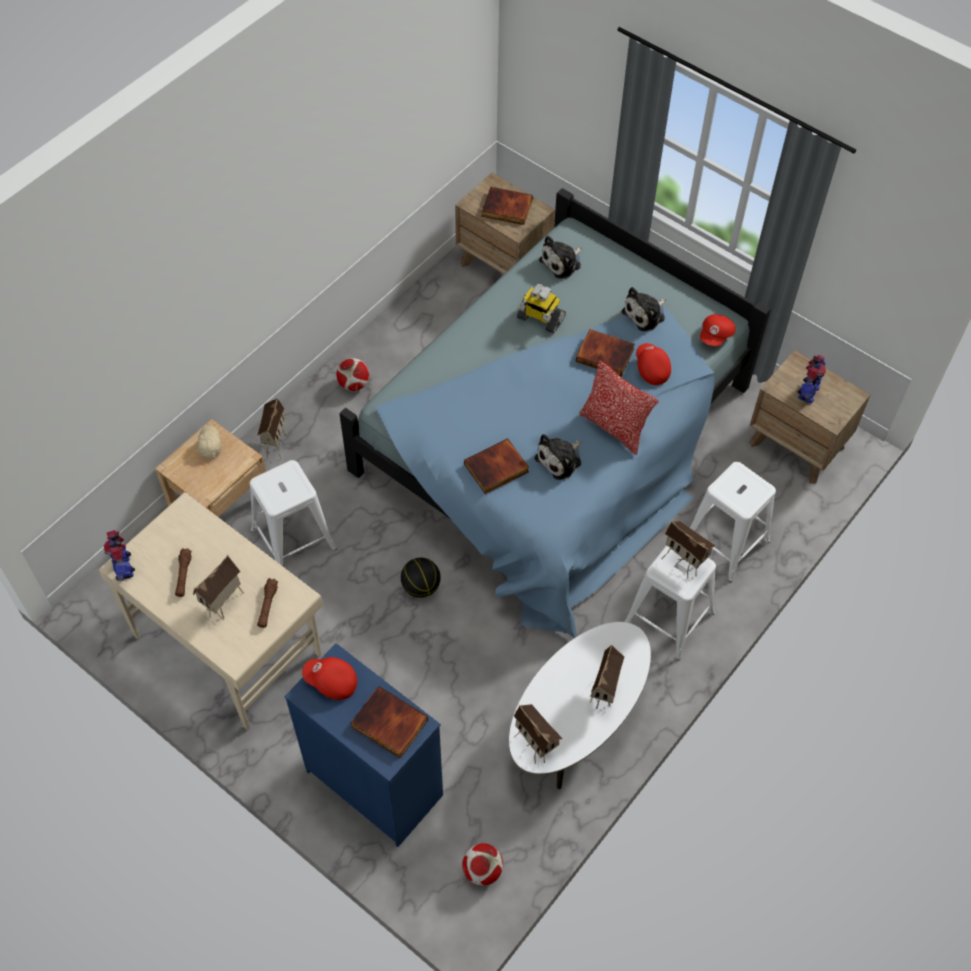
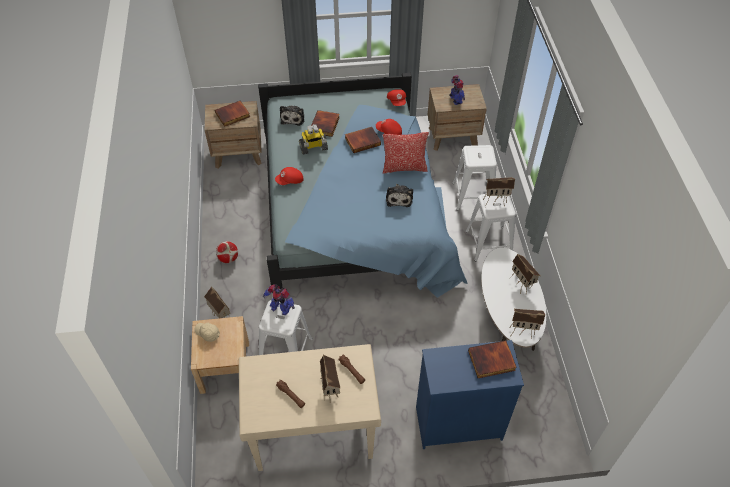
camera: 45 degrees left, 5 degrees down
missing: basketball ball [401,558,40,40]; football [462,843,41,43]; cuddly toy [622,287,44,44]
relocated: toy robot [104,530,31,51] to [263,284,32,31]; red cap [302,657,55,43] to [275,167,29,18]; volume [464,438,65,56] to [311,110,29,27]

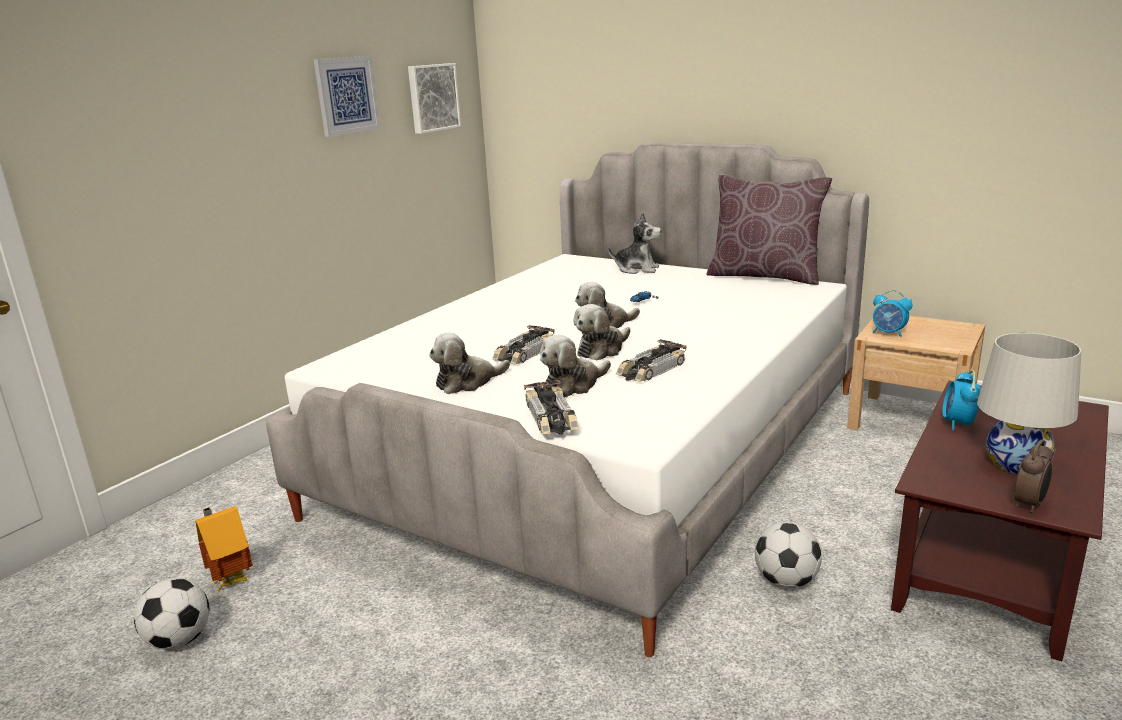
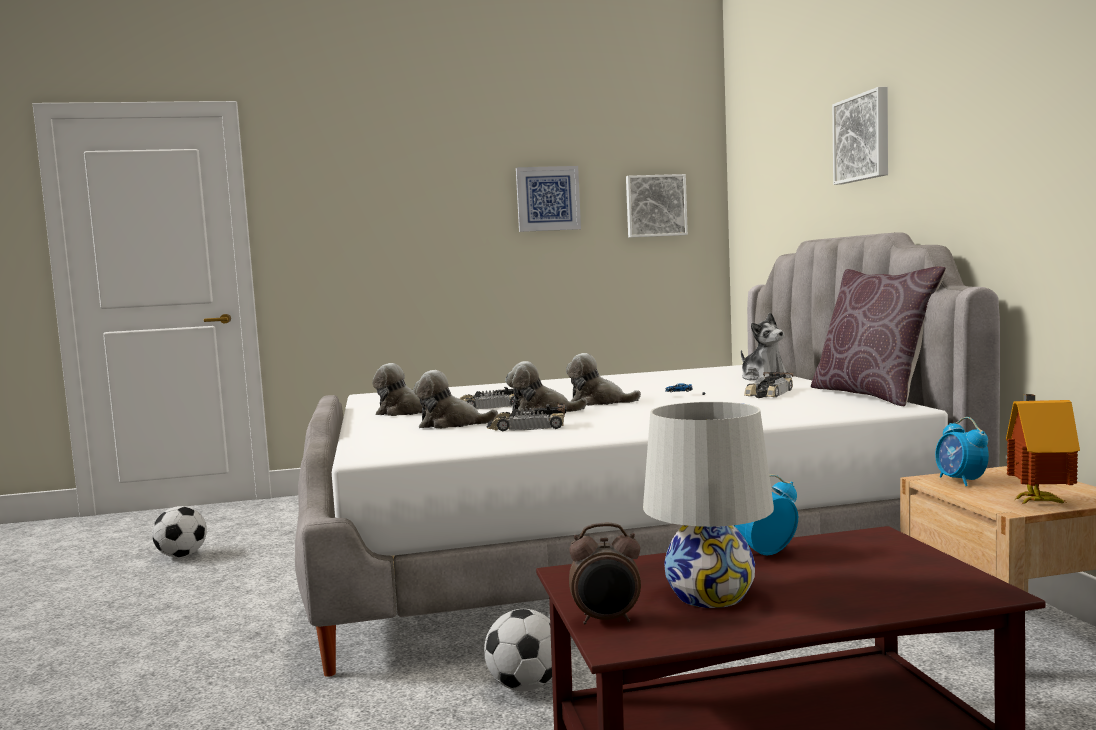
camera: 45 degrees right, 15 degrees down
appeared: wall art [832,87,56,98]
relocated: miniature car [524,380,55,55] to [744,372,49,26]; model house [195,506,58,86] to [1006,394,74,111]

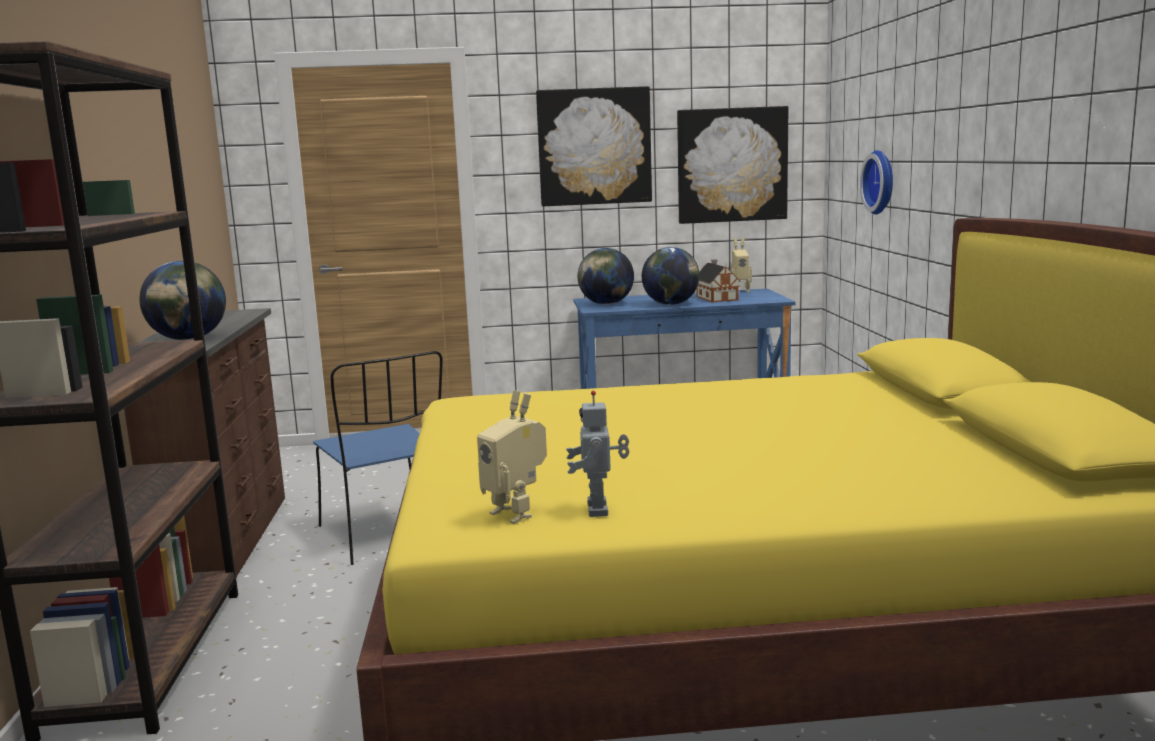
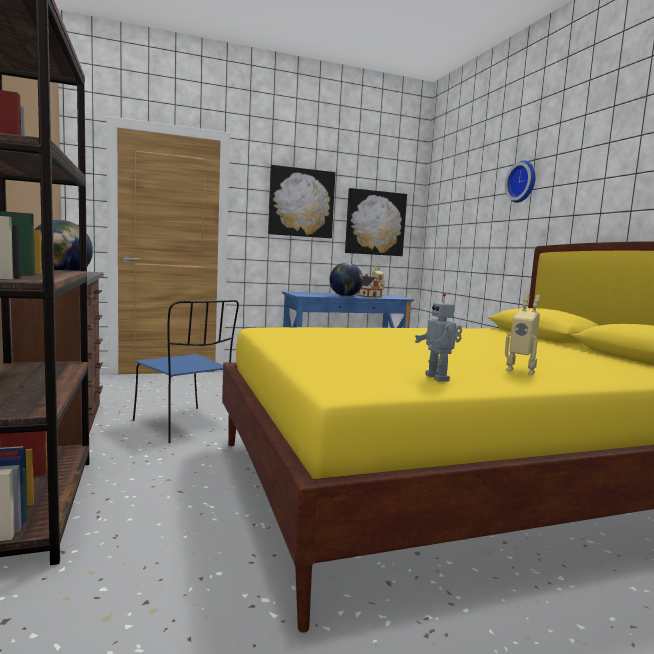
camera: 15 degrees left, 5 degrees down
missing: world globe [578,248,56,57]
relocated: clock on the wall [860,150,33,65] to [505,160,31,43]; toy robot [477,390,70,134] to [505,294,36,81]

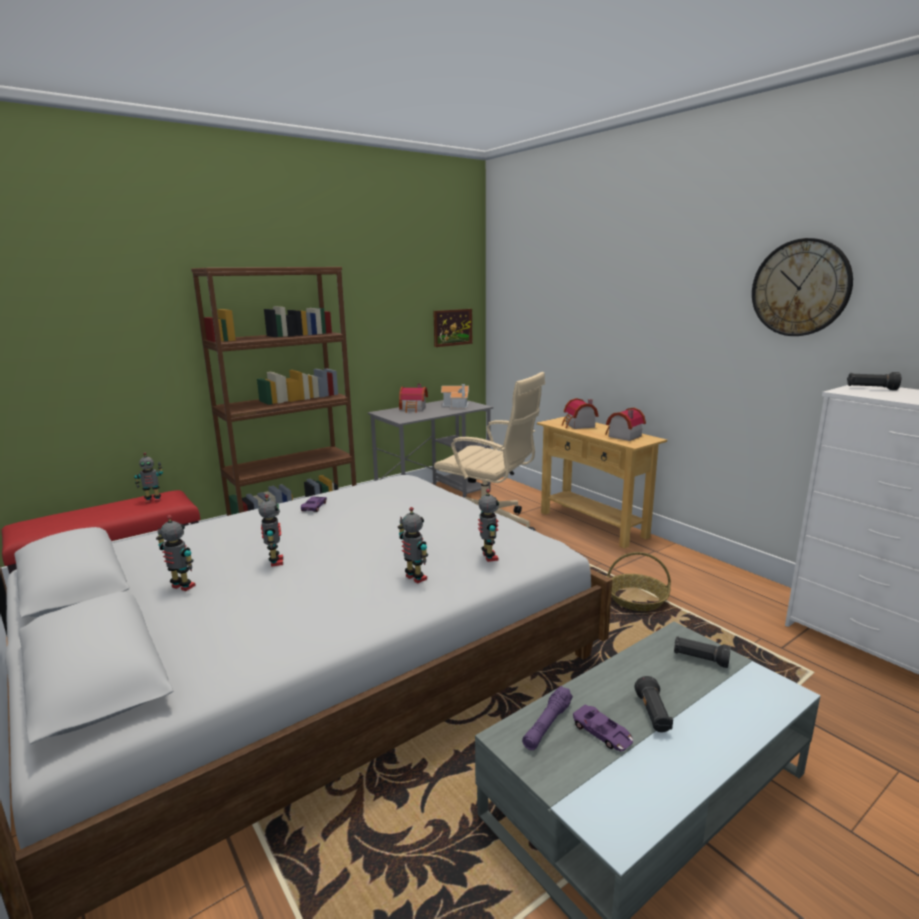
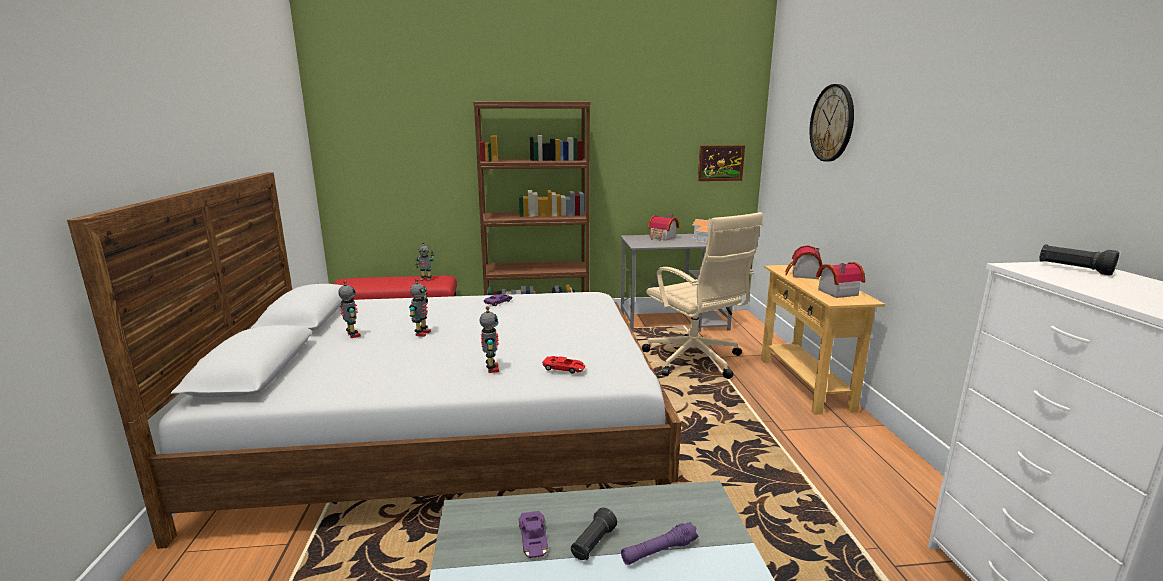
camera: 30 degrees right, 0 degrees up
missing: basket [607,552,64,59]; black flashlight [674,636,57,32]
relocated: purple-coloured flashlight [522,686,51,64] to [621,522,77,43]; clock on the wall [752,238,101,98] to [810,84,44,78]
exchanged: toy robot [478,489,21,73] to red miniature car [542,356,43,18]

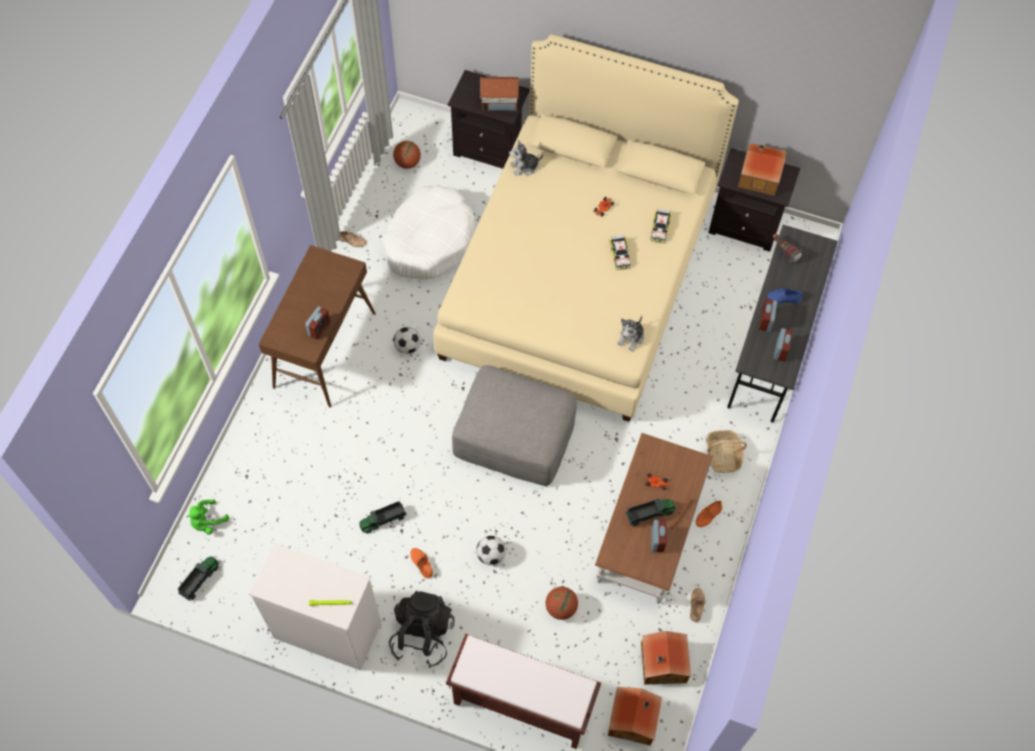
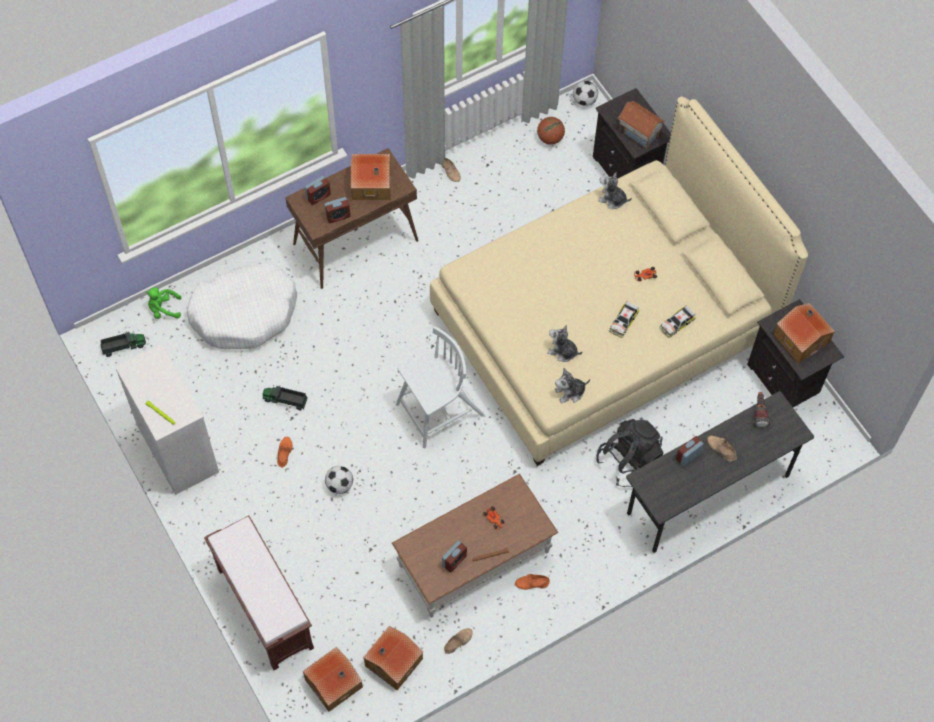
camera: 40 degrees right, 0 degrees up
missing: basketball ball [546,587,32,33]; toy lorry [626,497,49,29]; basket [707,430,40,43]
appeared: model house [351,154,40,46]; cuddly toy [547,325,36,37]
relocated: white-coloured dog bed [381,185,95,95] to [187,264,110,85]; table clock [774,328,19,33] to [305,176,26,29]; football [393,327,28,27] to [573,81,25,25]; black knapsack [389,590,66,78] to [596,419,68,68]
exchanged: greyish ottoman [452,365,125,121] to white-coloured chair [396,326,88,122]
colour: blue-coloured item of footwear [767,288,36,16] to beige-coloured item of footwear [707,436,30,26]

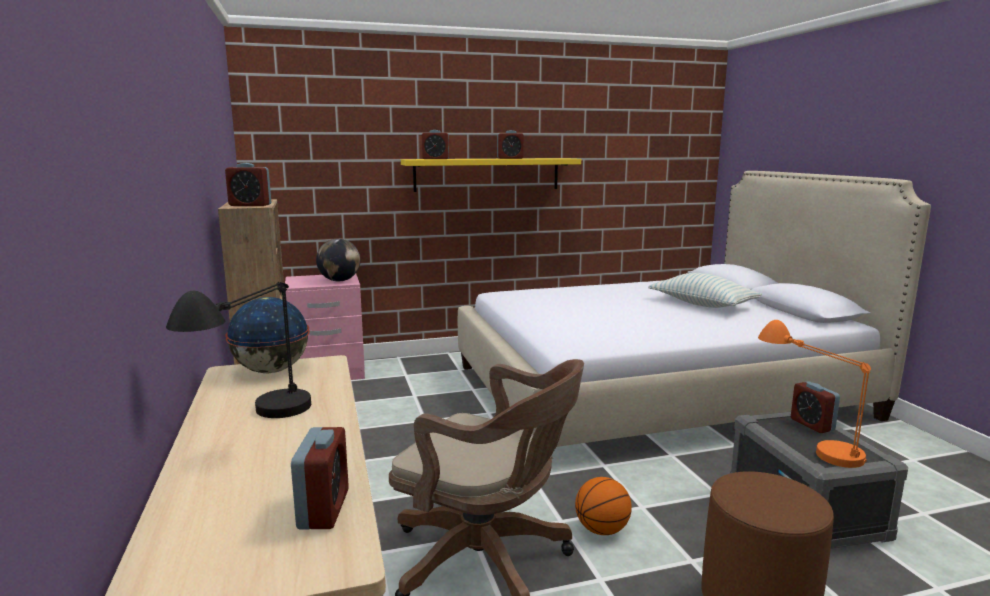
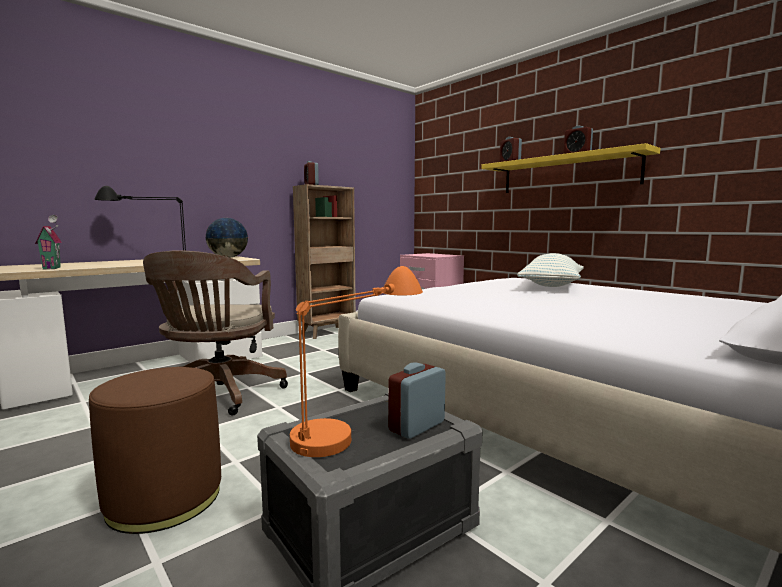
camera: 65 degrees right, 5 degrees down
missing: world globe [316,238,44,43]; basketball ball [575,477,57,58]
relocated: cushion [648,273,114,35] to [517,253,67,34]
exchanged: table clock [291,427,58,103] to model house [35,215,27,55]

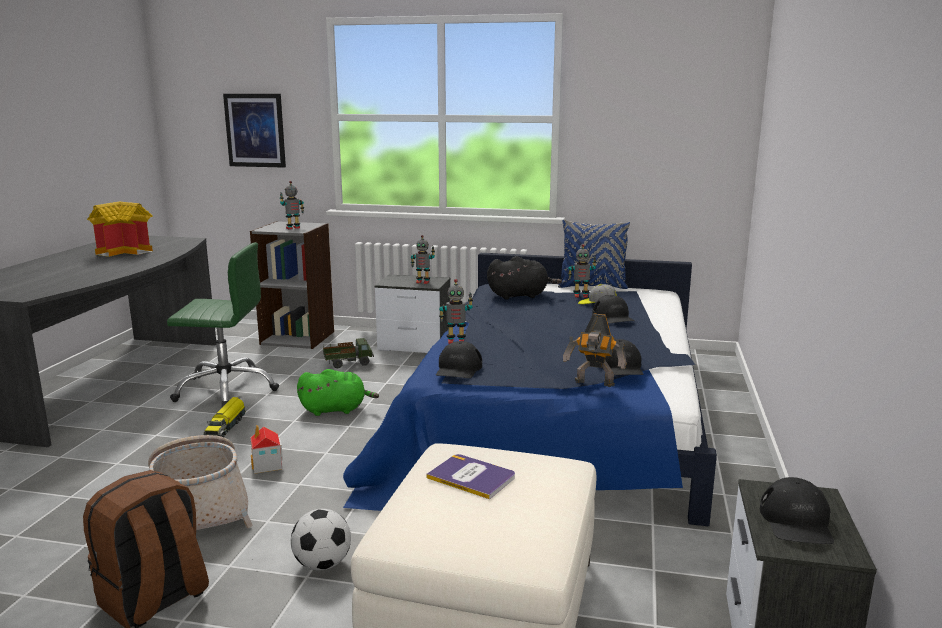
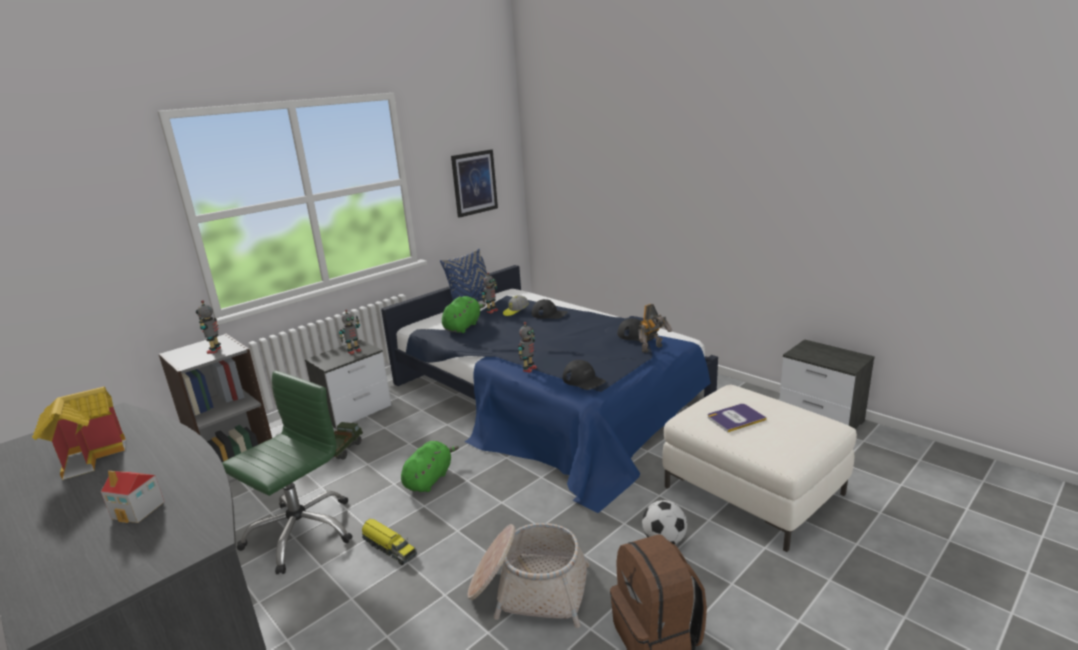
camera: 55 degrees left, 5 degrees up
missing: black cap [760,477,74,67]
relocated: model house [251,425,32,49] to [101,471,63,52]; wall art [223,94,63,74] to [451,149,47,69]
colour: black cuddly toy [487,256,75,43] to greenish cuddly toy [442,296,44,37]

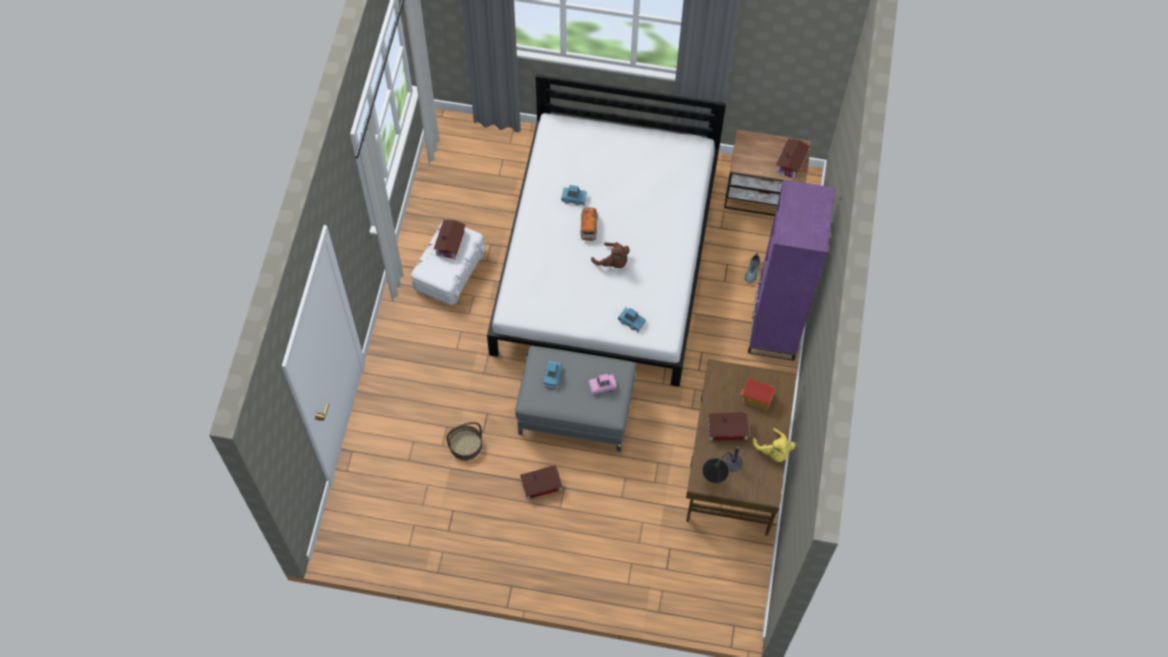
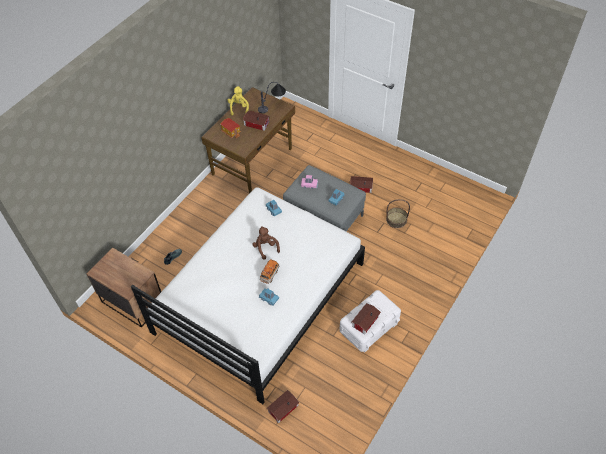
camera: 155 degrees left, 10 degrees down
missing: purple-coloured bookshelf [748,180,87,181]
relocated: model house [776,138,34,41] to [267,390,33,33]

